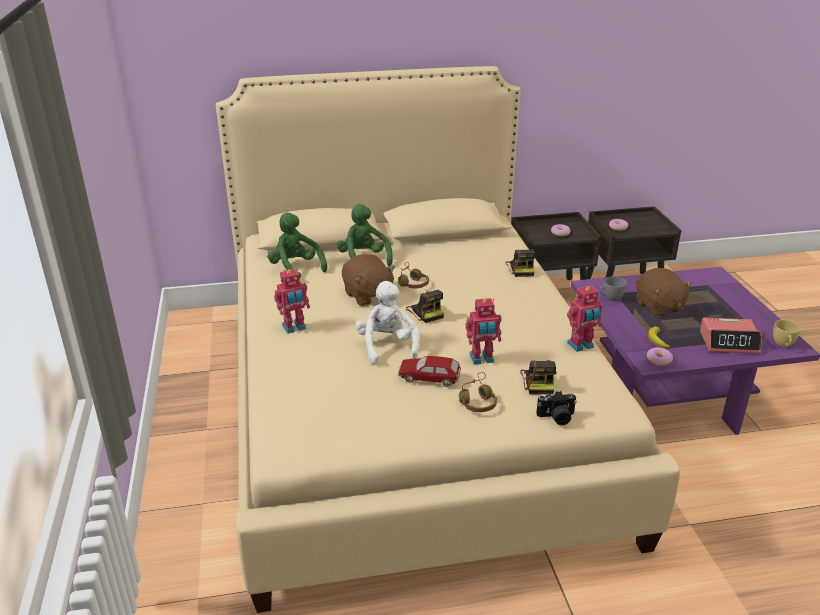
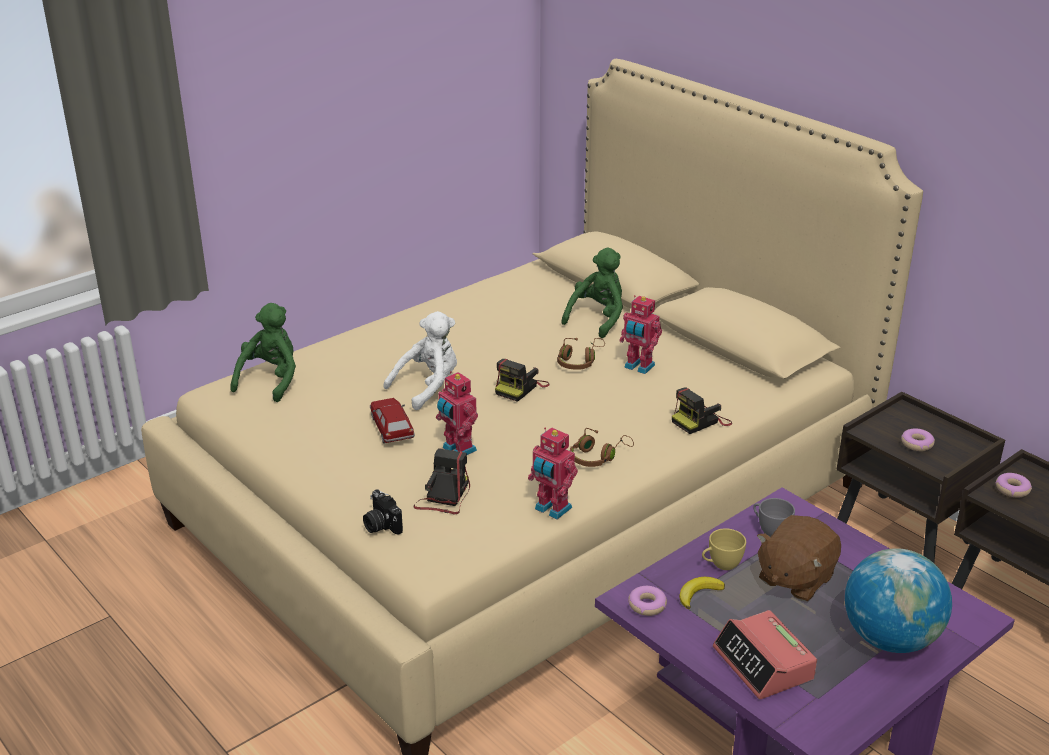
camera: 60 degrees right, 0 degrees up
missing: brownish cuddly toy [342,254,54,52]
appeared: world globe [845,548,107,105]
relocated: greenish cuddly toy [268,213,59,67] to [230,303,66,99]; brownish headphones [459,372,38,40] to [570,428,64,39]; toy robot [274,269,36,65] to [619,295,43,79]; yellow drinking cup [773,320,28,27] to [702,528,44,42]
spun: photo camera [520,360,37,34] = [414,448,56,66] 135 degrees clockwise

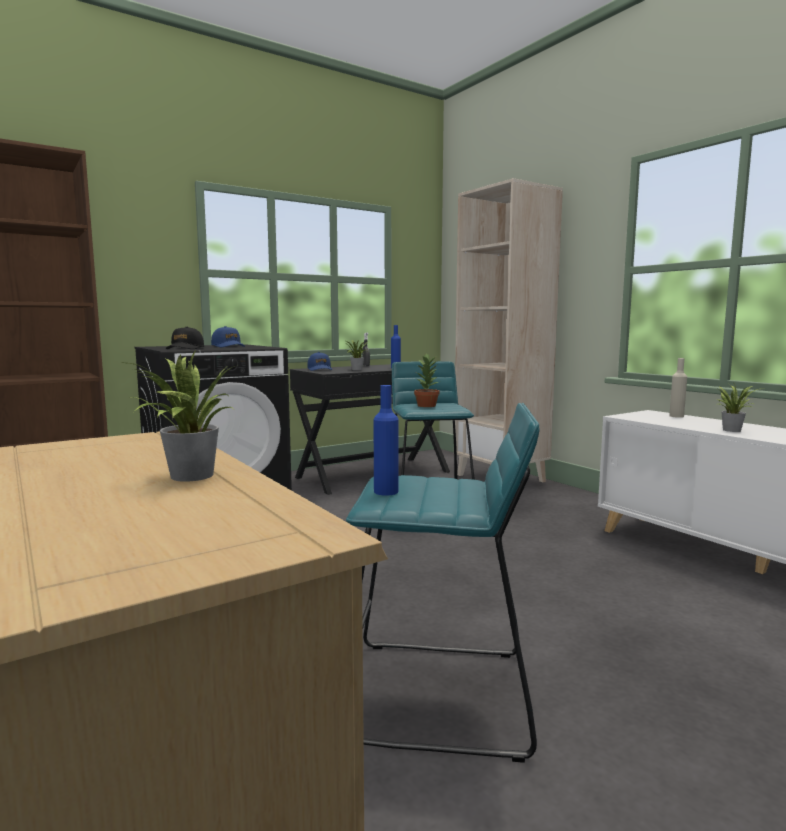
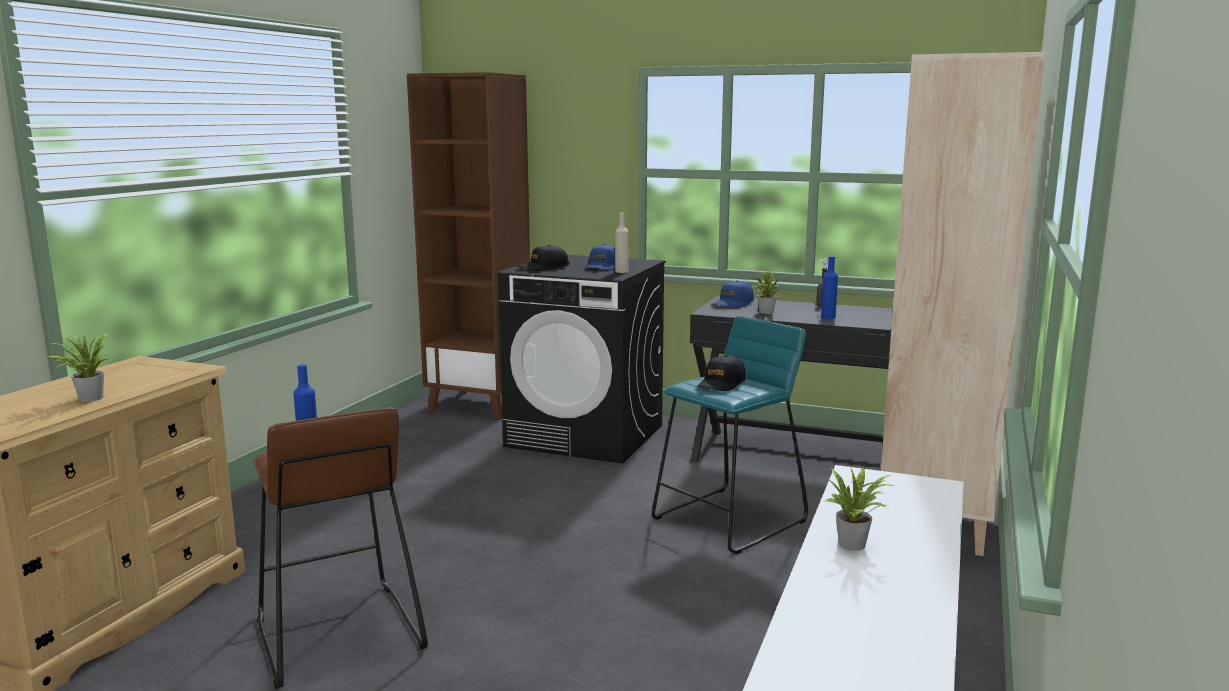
camera: 55 degrees right, 5 degrees up
relocated: beige-coloured beverage bottle [669,358,18,60] to [615,213,14,60]
exchanged: potted plant [414,353,26,54] to black cap [697,355,49,36]
colour: turquoise-coloured stool [346,403,194,360] to brownish stool [253,407,175,282]

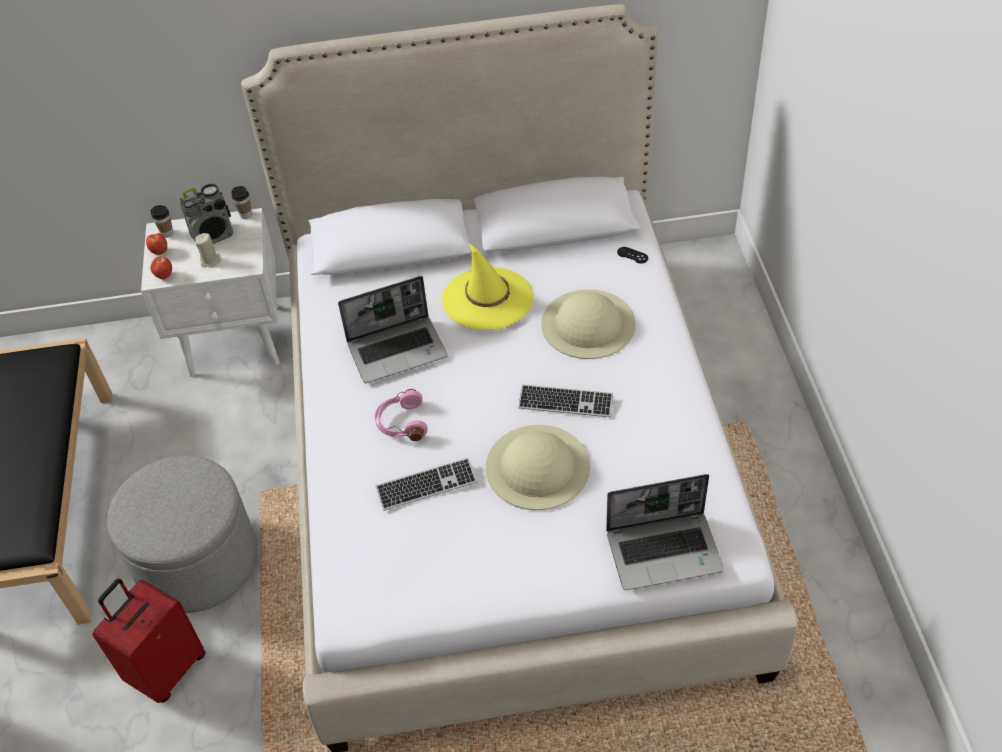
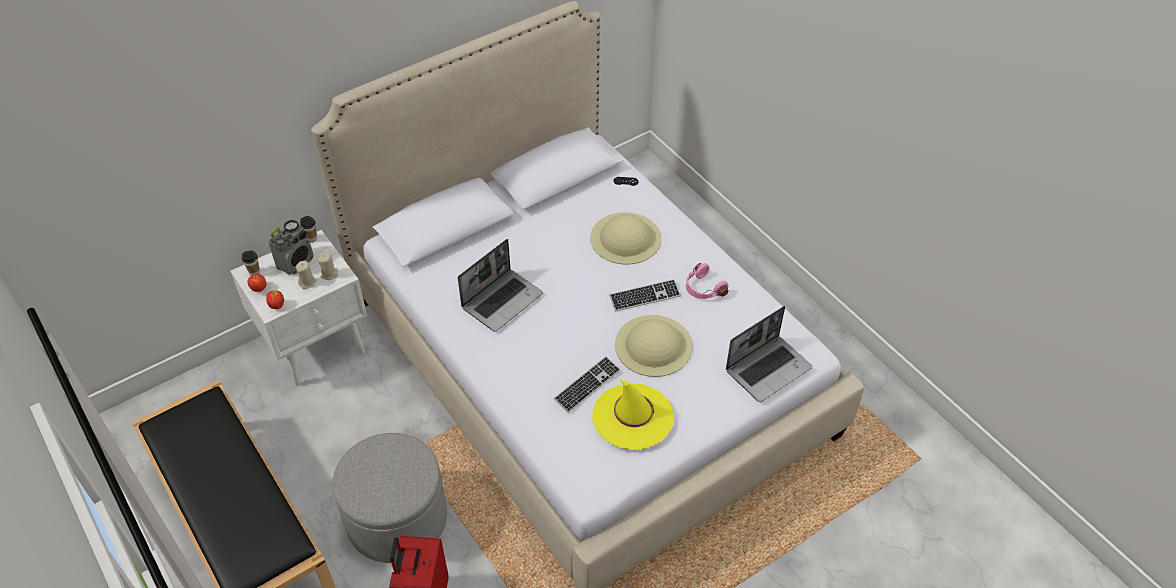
camera: 30 degrees left, 0 degrees up
appeared: beige-coloured candle [318,252,20,28]
relocated: yellow clothing hat [442,243,92,87] to [592,379,82,71]; pink headphones [375,389,53,52] to [686,263,43,36]

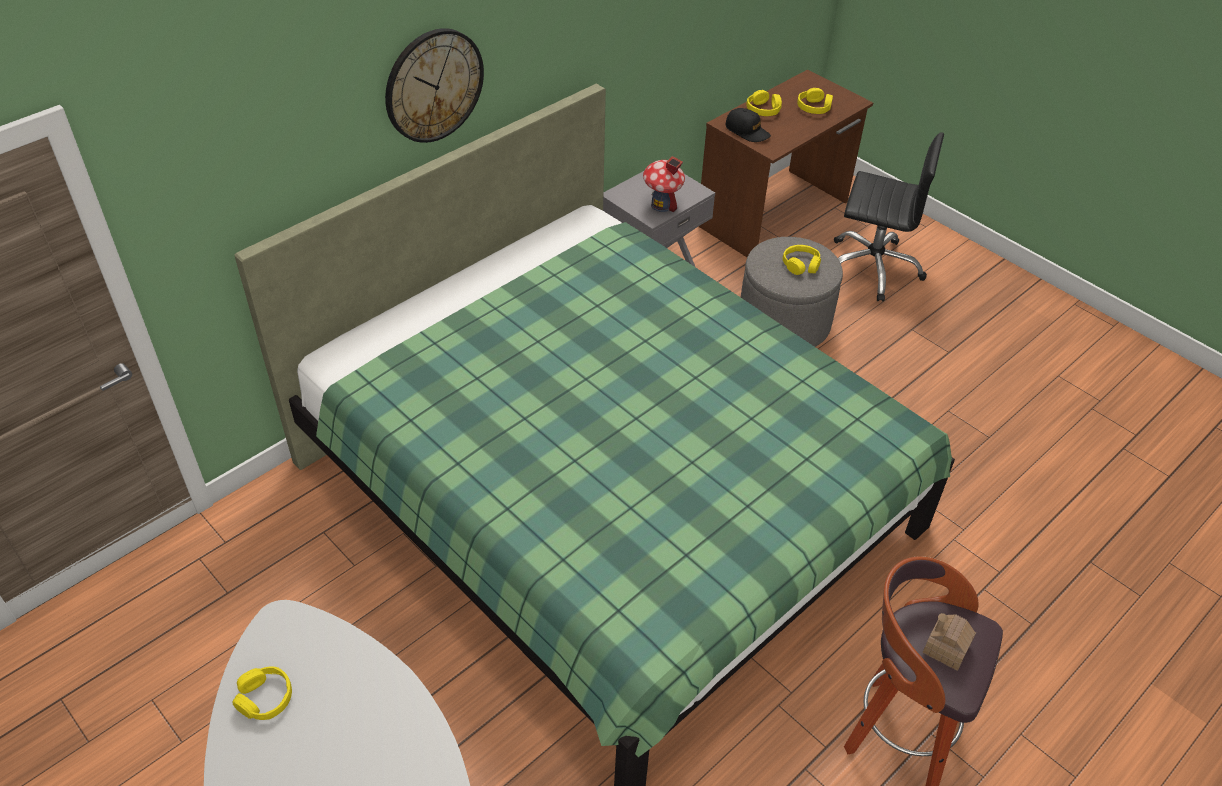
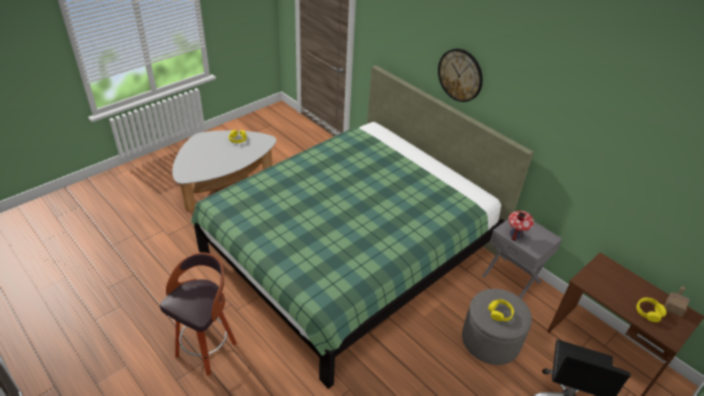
camera: 90 degrees right, 5 degrees down
missing: black cap [725,108,46,34]; yellow headphones [746,90,36,26]
relocated: model house [923,613,53,58] to [665,287,25,30]

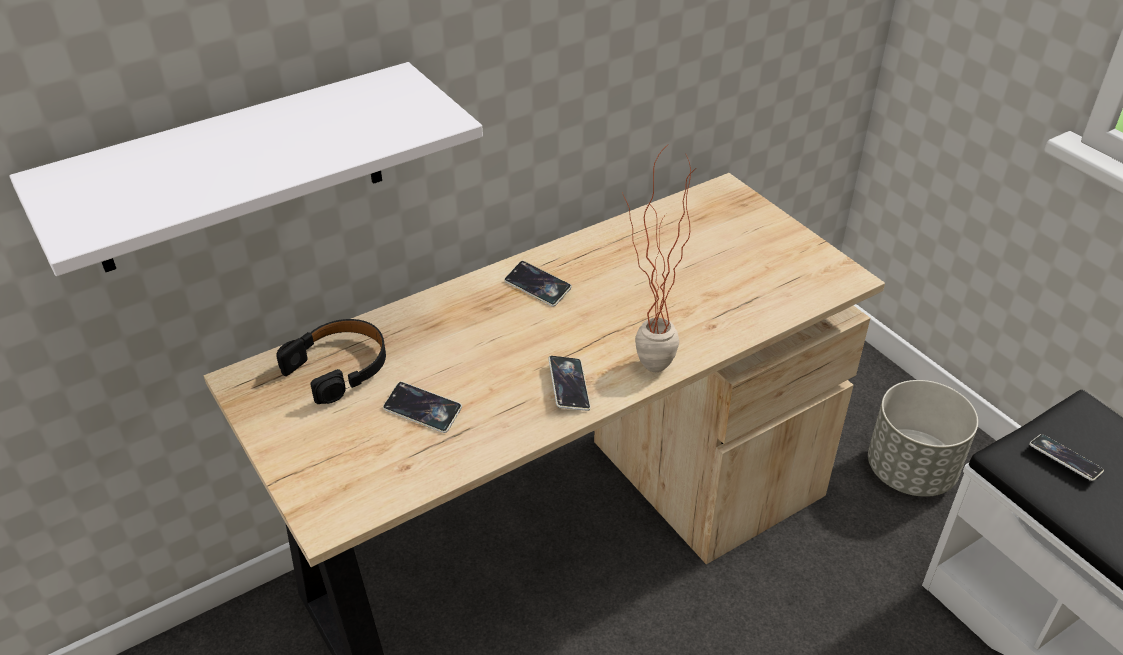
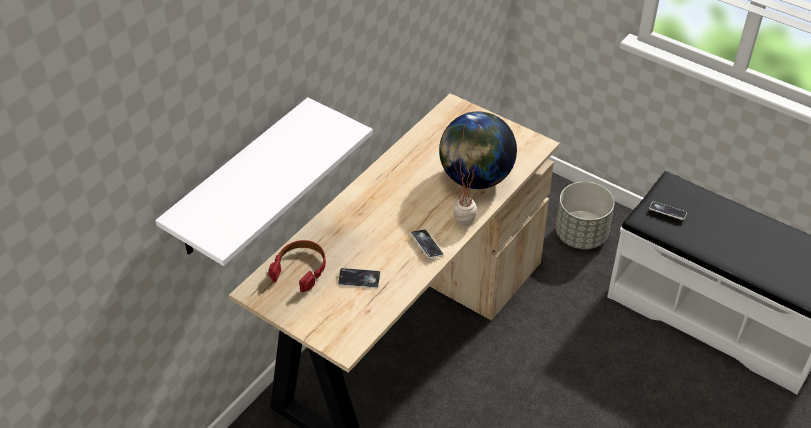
camera: 20 degrees left, 5 degrees up
missing: handset [504,261,68,45]
appeared: world globe [439,111,78,78]
colour: black headphones [276,319,110,85] to red headphones [268,240,58,52]

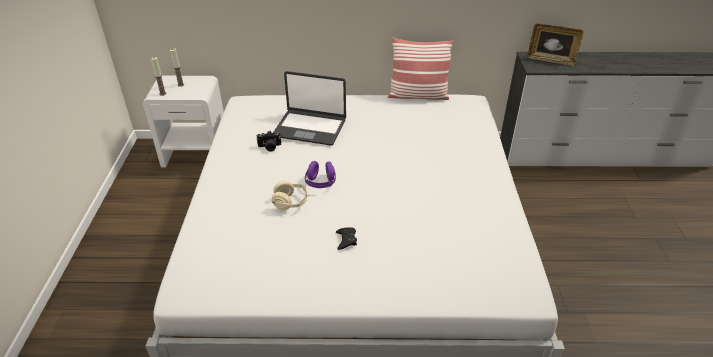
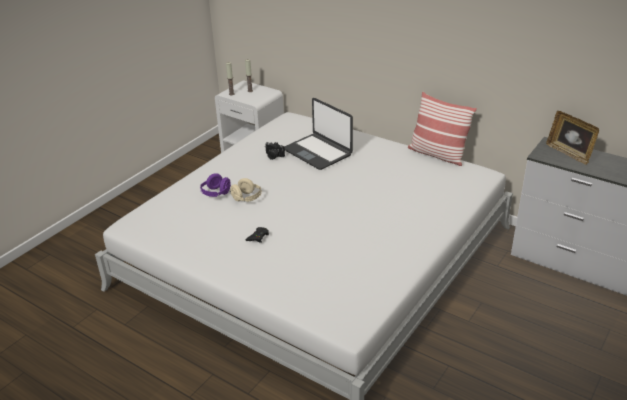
camera: 35 degrees right, 5 degrees down
relocated: purple-coloured headphones [305,161,31,27] to [200,173,31,24]

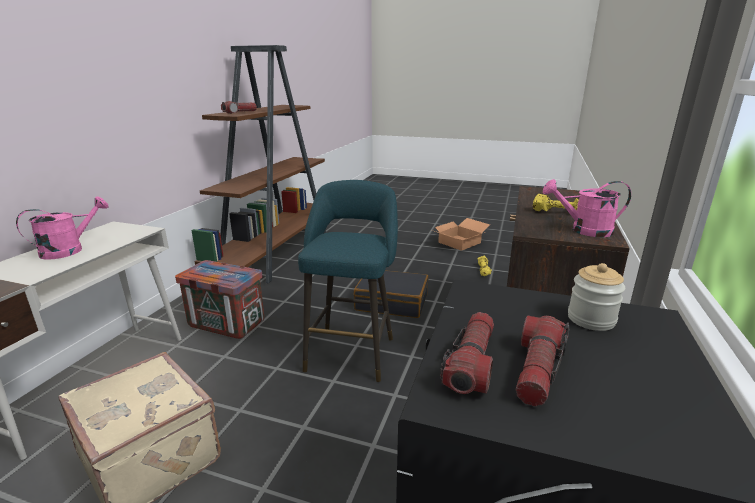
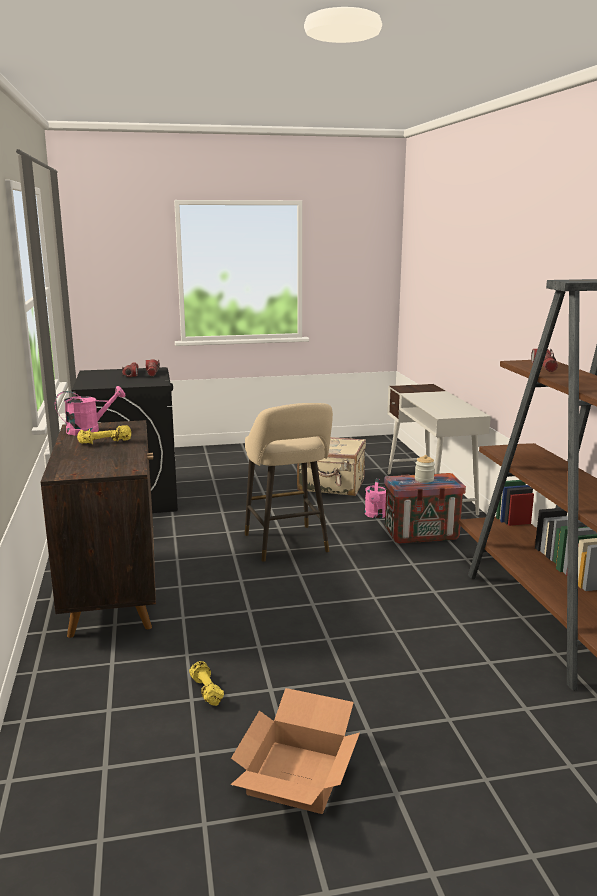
camera: 150 degrees right, 5 degrees down
missing: black suitcase [354,270,75,48]
relocated: pink sprinkling can [16,196,93,64] to [365,478,21,40]; jar [568,263,57,68] to [415,455,20,28]
colour: turquoise-coloured stool [298,180,100,202] to beige-coloured stool [245,403,88,159]

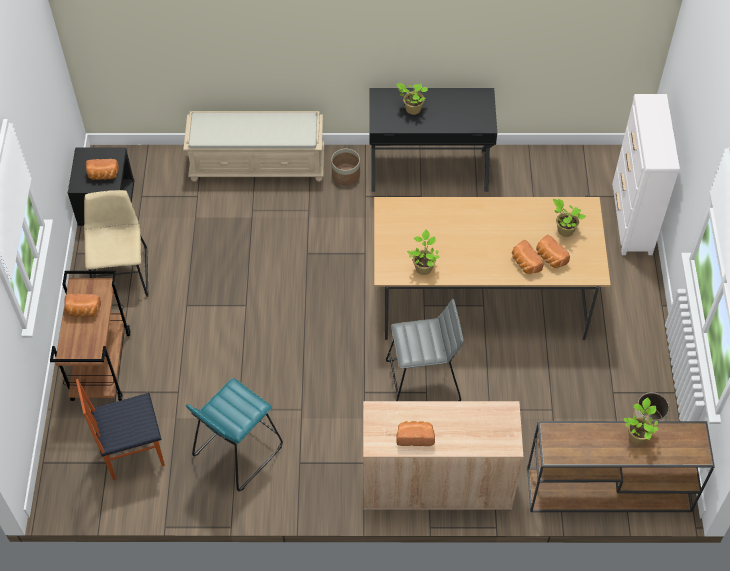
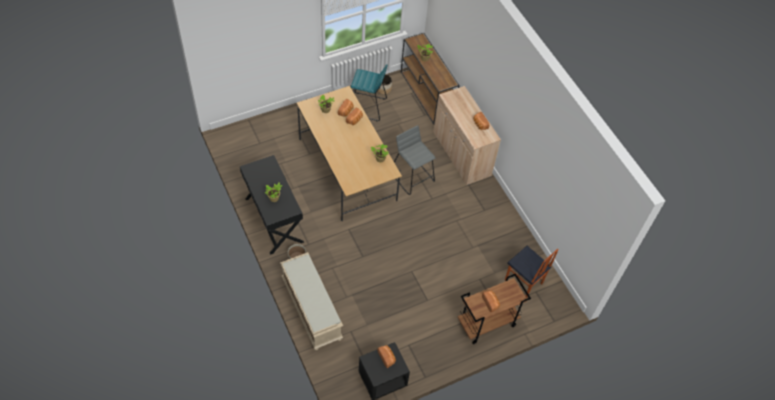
camera: 120 degrees left, 0 degrees up
missing: beige-coloured chair [84,190,65,107]; white-coloured dresser [612,94,68,161]
relocated: turquoise-coloured stool [186,378,97,113] to [351,64,36,58]

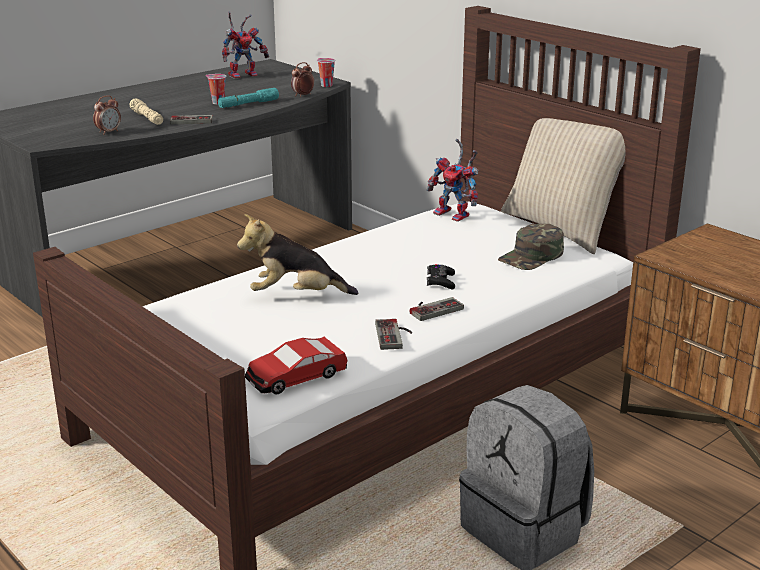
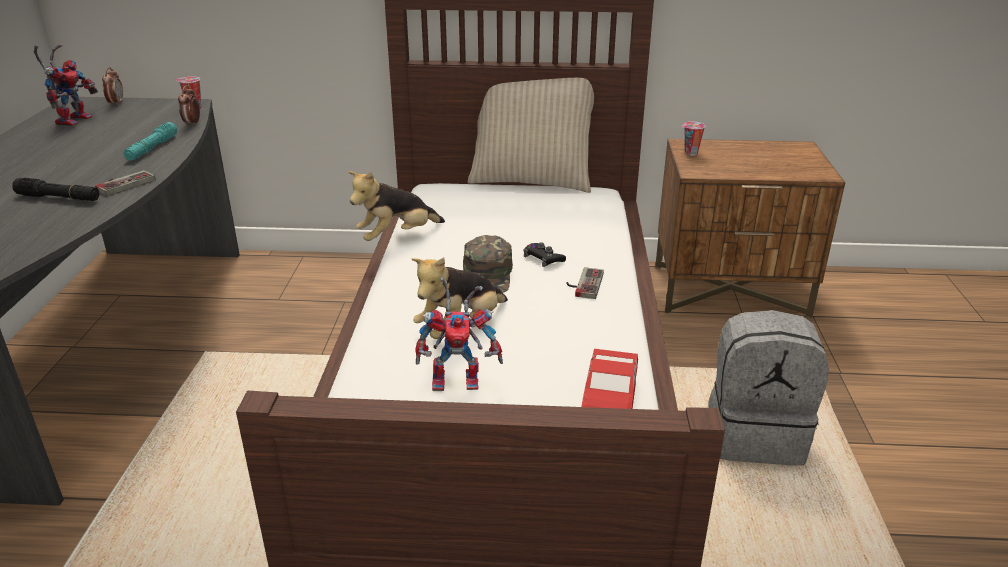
camera: 45 degrees left, 5 degrees up
missing: gamepad [375,319,37,31]
appeared: cuddly toy [348,171,97,70]
relocated: table clock [93,95,28,40] to [102,67,21,39]; toy robot [427,139,52,83] to [415,277,88,114]; greenish cap [498,224,66,46] to [463,235,50,58]; drinking cup [205,74,21,30] to [682,122,24,34]
colour: beige-coloured flashlight [129,98,34,27] to black flashlight [12,178,87,23]

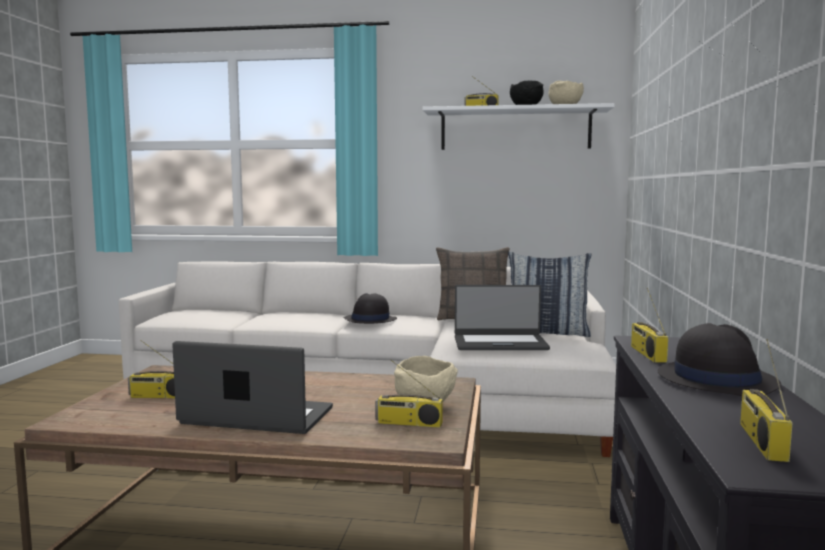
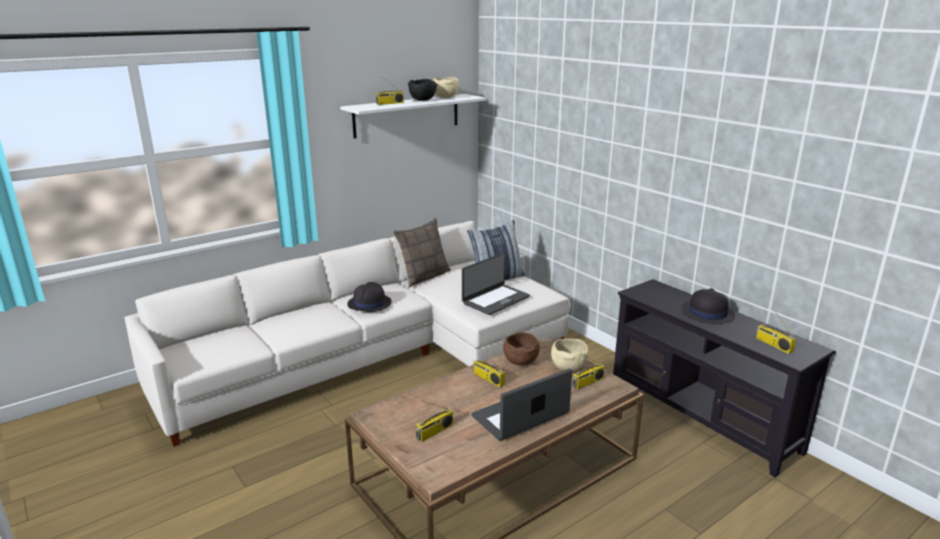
camera: 45 degrees left, 15 degrees up
appeared: brownish bowl [503,332,37,33]
relocated: radio receiver [631,288,37,75] to [473,342,32,45]

